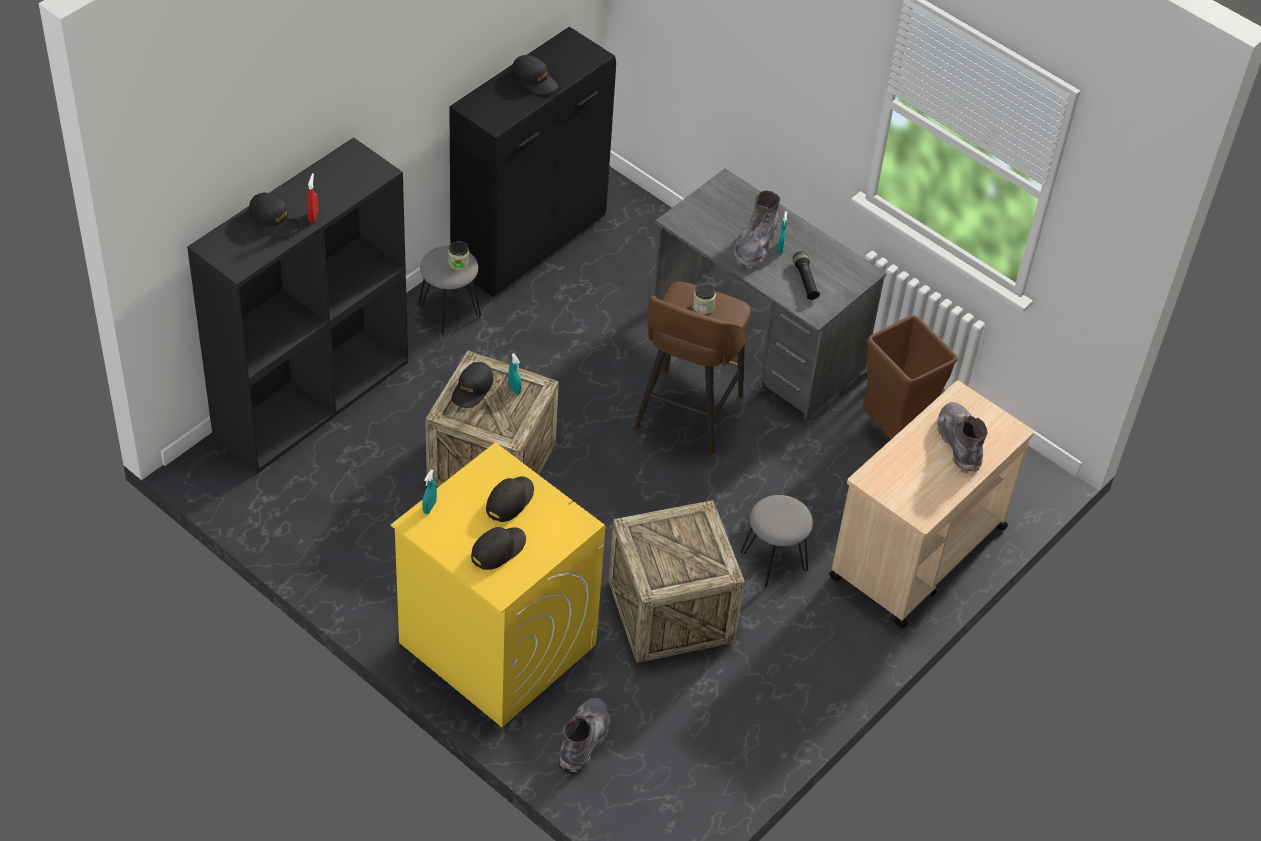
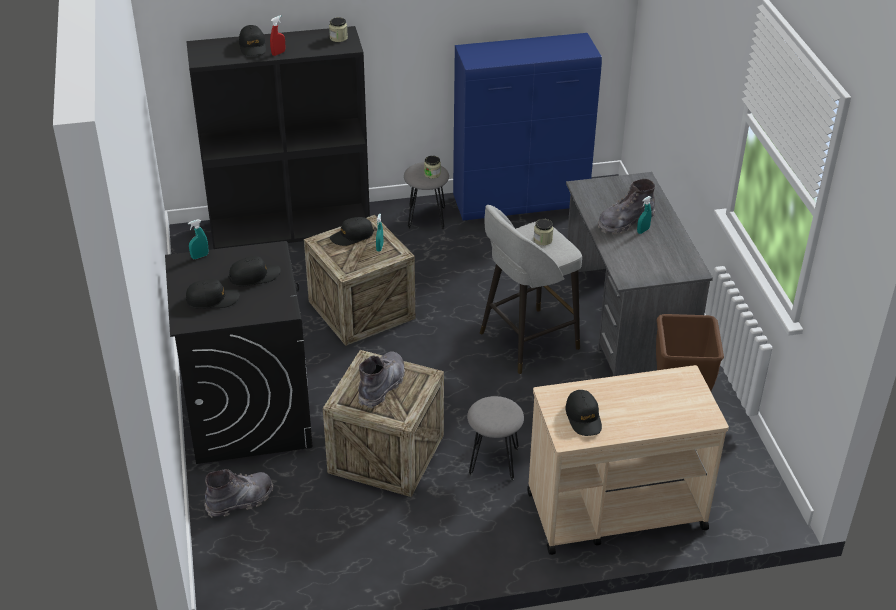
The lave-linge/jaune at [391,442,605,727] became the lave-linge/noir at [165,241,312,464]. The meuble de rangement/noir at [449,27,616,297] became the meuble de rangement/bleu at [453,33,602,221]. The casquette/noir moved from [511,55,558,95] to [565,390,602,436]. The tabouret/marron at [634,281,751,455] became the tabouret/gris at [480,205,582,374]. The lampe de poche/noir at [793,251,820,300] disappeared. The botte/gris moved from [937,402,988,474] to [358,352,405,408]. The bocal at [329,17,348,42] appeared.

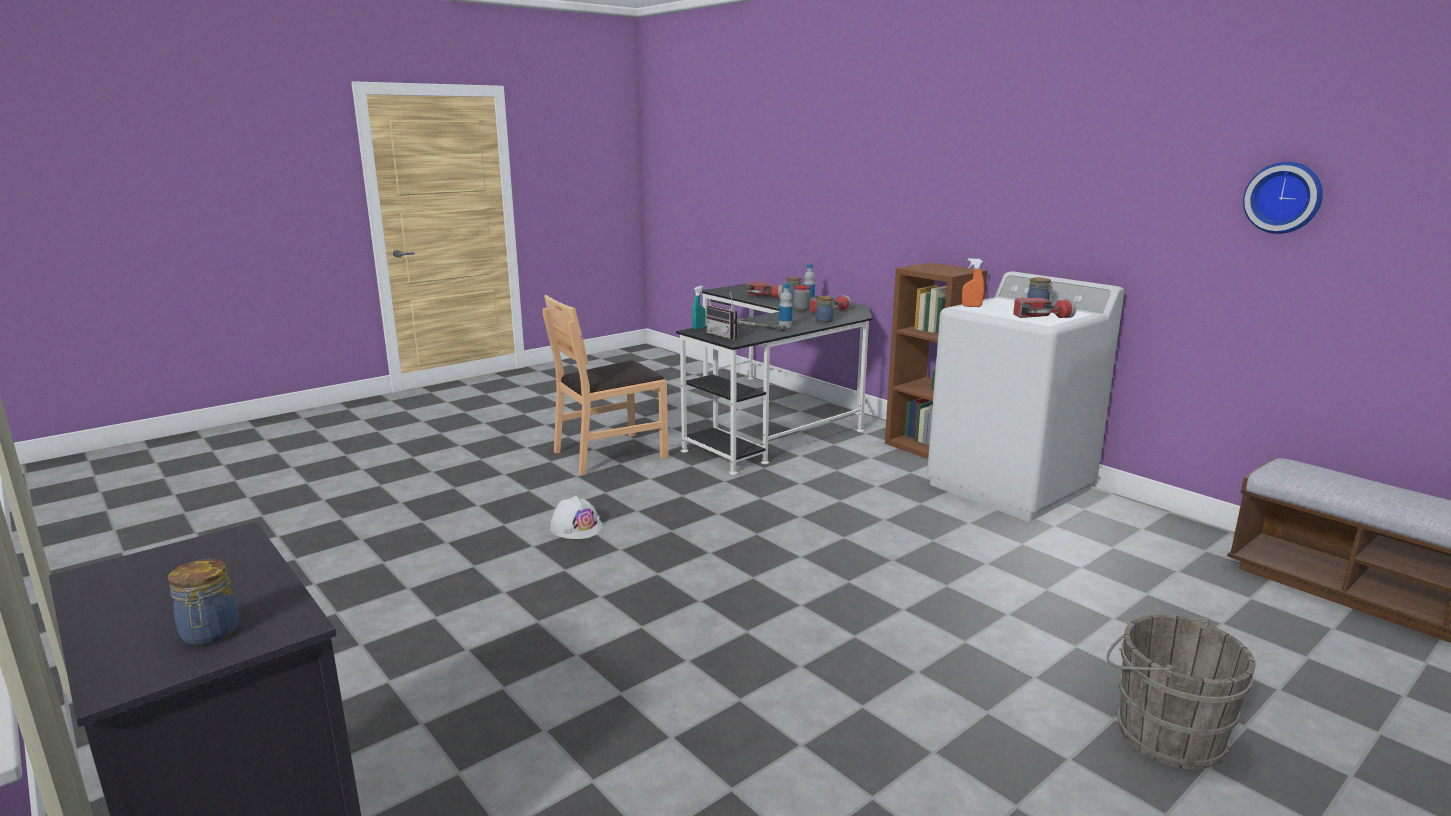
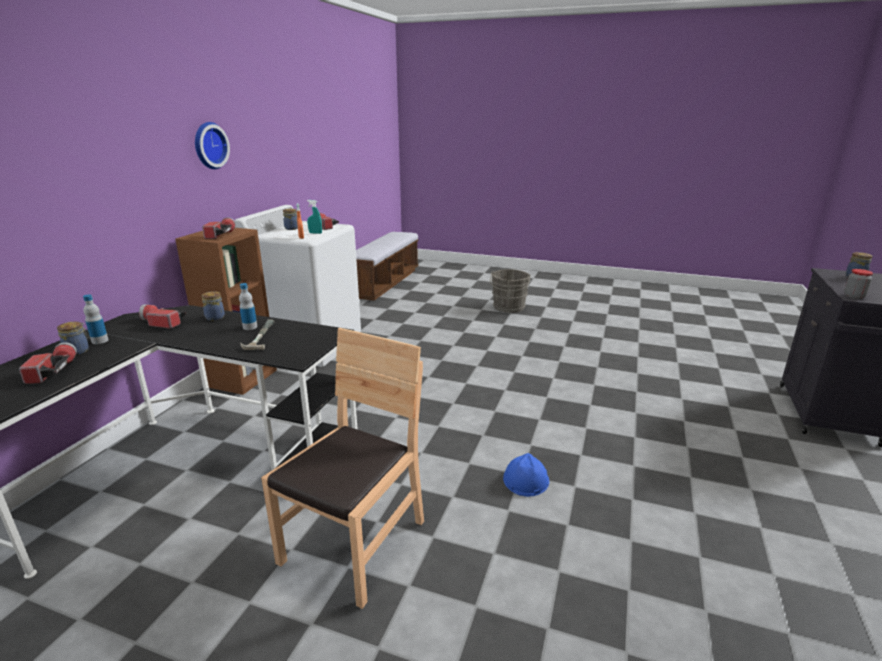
The chaise/marron at [542,295,669,475] turned 90 degrees counterclockwise. The casque de chantier/blanc at [550,496,603,539] became the casque de chantier/bleu at [503,453,549,497]. The vaporisateur/turquoise moved from [692,286,706,330] to [307,200,322,234]. The radio at [706,290,737,339] disappeared. The bocal moved from [794,285,810,311] to [844,269,873,299]. The horloge murale moved from [1243,162,1323,234] to [195,122,230,169]. The lampe de poche at [202,217,236,239] appeared.

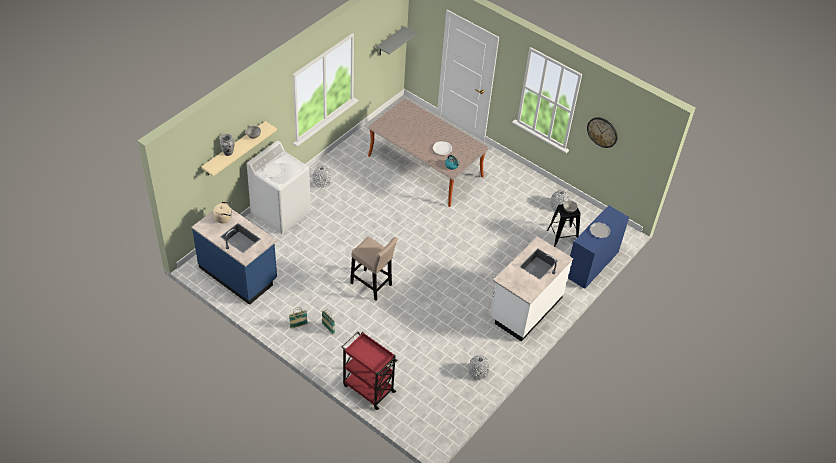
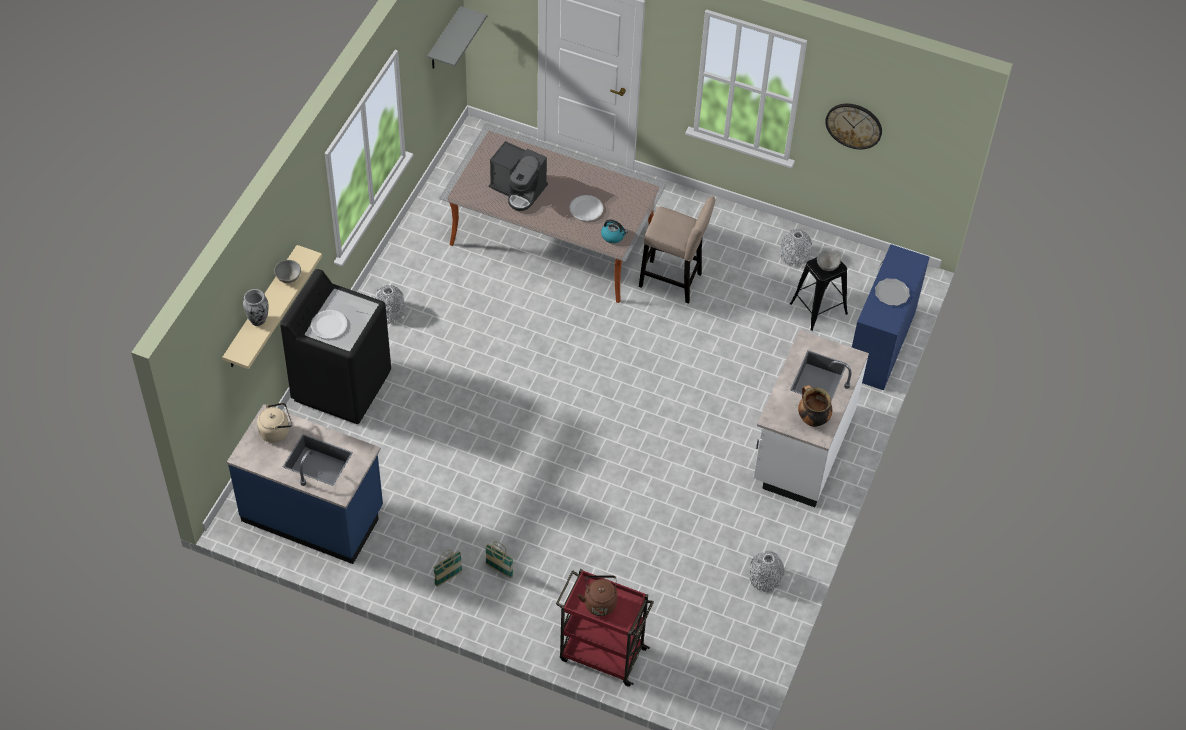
The lave-linge/blanc at [247,141,311,234] became the lave-linge/noir at [280,269,391,424]. The tabouret/beige moved from [350,237,398,301] to [639,197,715,304]. The machine à café at [489,141,548,211] appeared. The bouilloire/marron at [577,575,617,616] appeared. The marmite at [798,385,832,427] appeared.

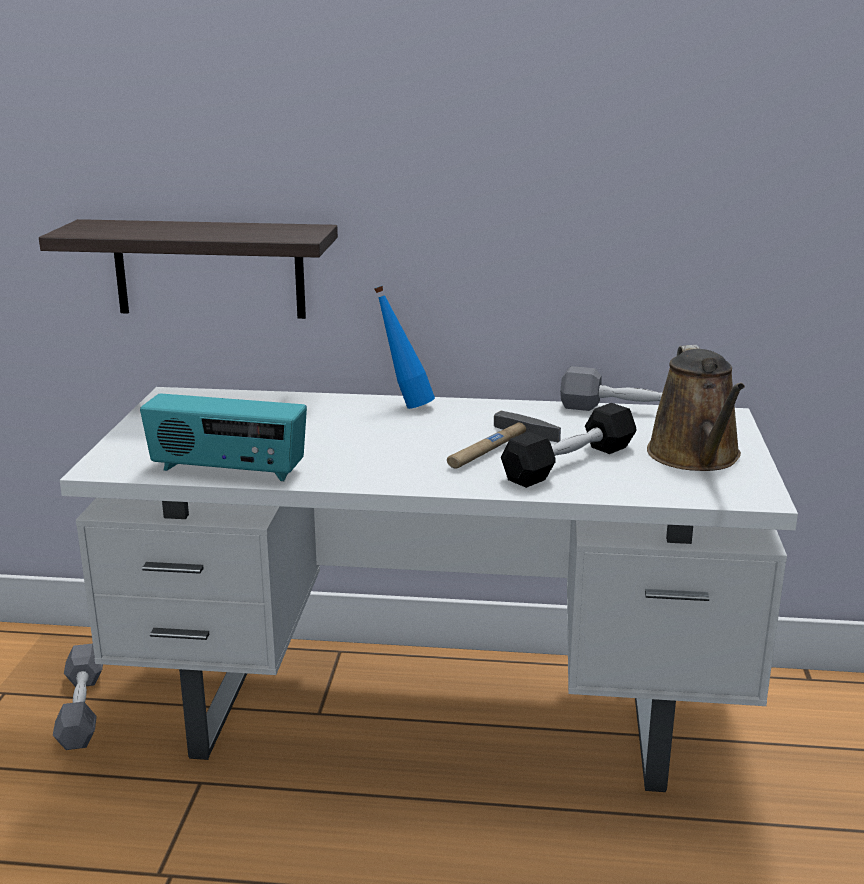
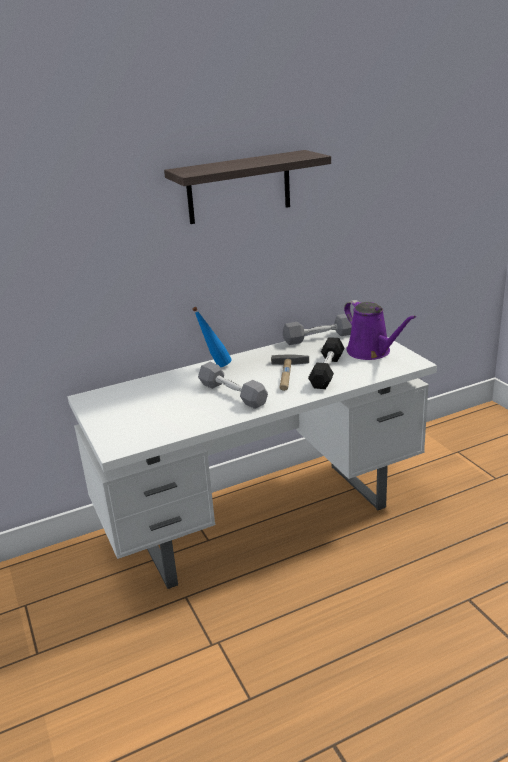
The étagère moved from [39,219,338,319] to [164,150,331,224]. The haltère/gris moved from [53,644,103,750] to [198,362,268,409]. The radio at [140,393,307,481] disappeared. The arrosoir/marron at [647,345,745,471] became the arrosoir/violet at [344,300,416,360].

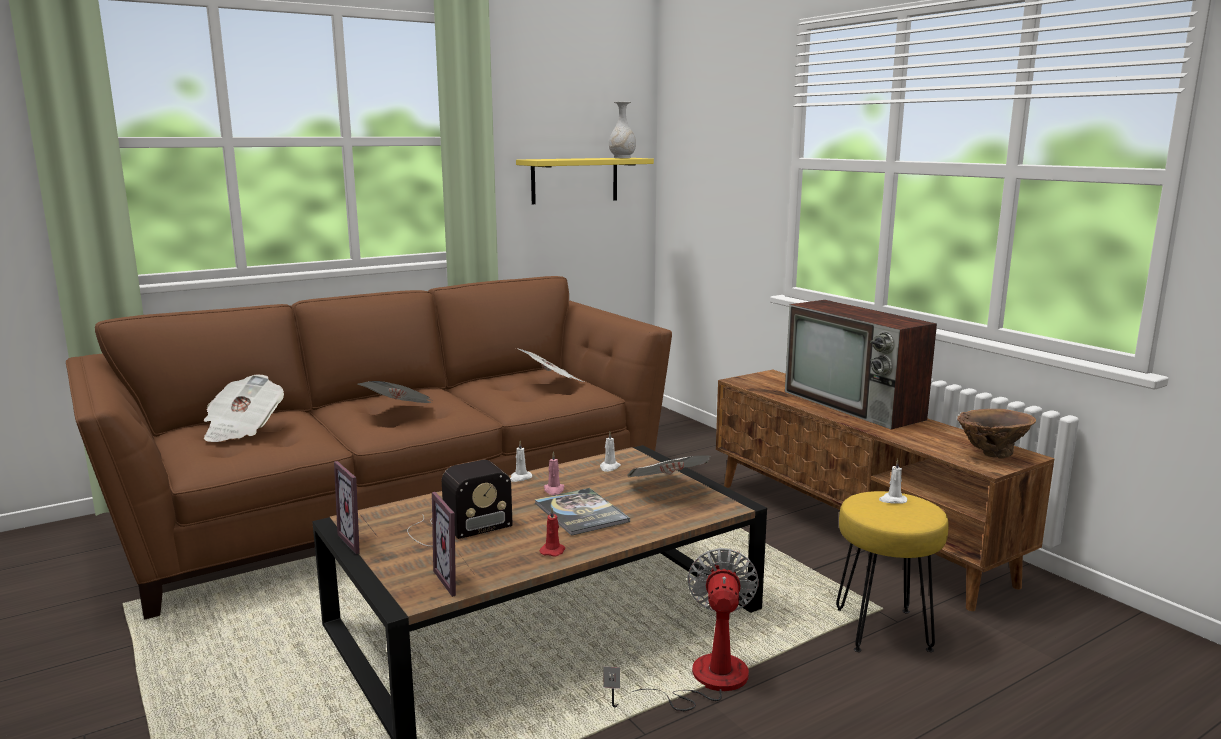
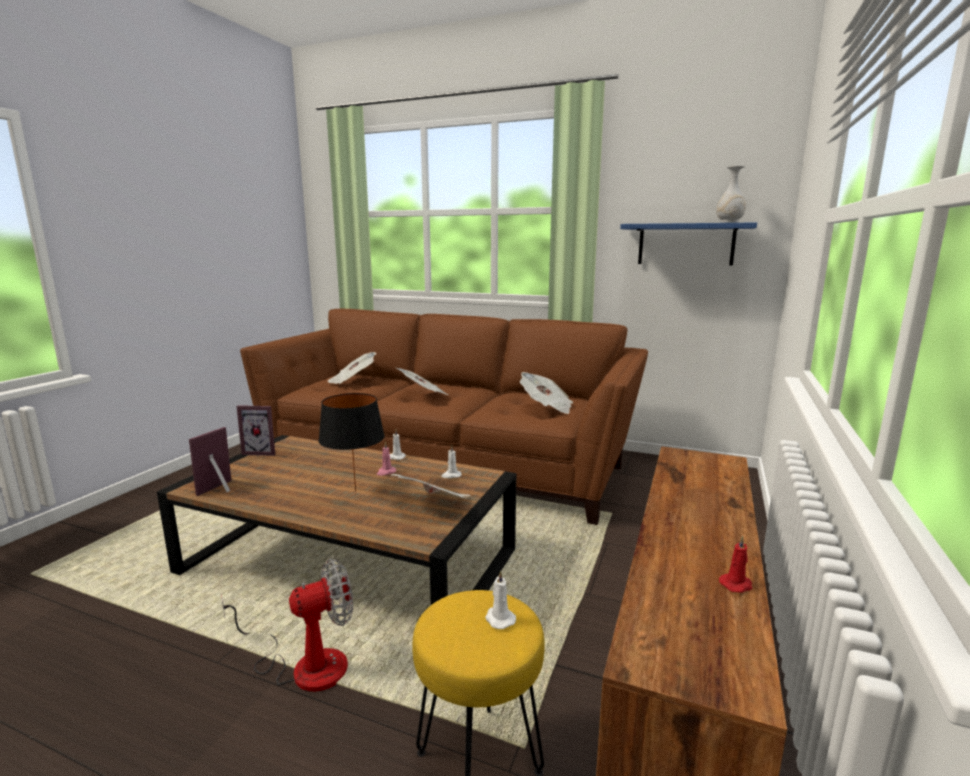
The cadre photo at [334,461,375,554] turned 105 degrees counterclockwise. The radio at [407,460,513,547] disappeared. The étagère/jaune at [516,158,654,204] became the étagère/bleu at [620,222,757,265]. The livre at [535,488,630,536] was replaced by the lampe de table/noir at [318,393,385,492]. The bougie/rouge moved from [539,508,565,556] to [719,536,752,593]. The téléviseur at [785,300,937,429] disappeared. The vase/marron at [957,409,1036,459] disappeared.

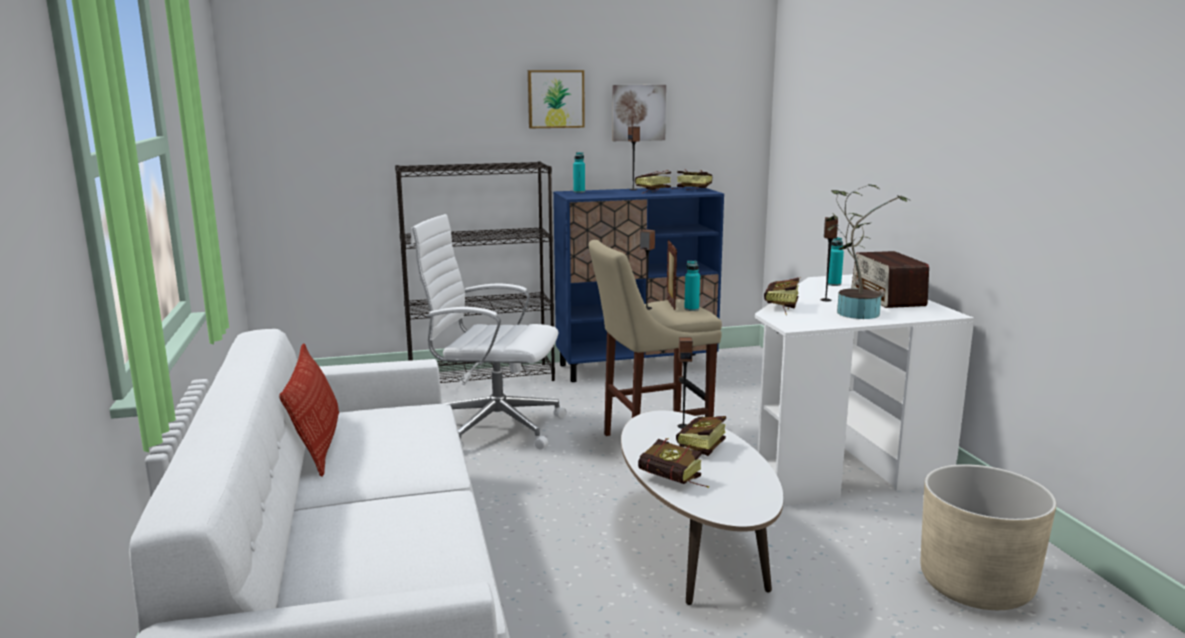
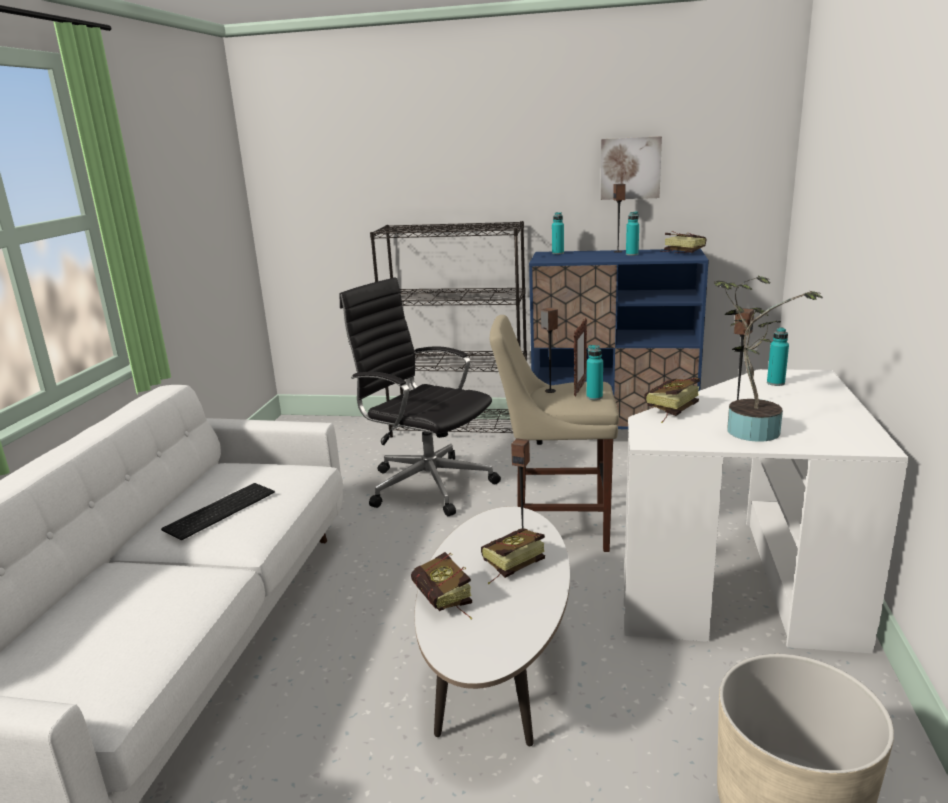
The coussin at [279,343,339,477] disappeared. The chaise de bureau/blanc at [411,214,567,450] became the chaise de bureau/noir at [339,277,501,516]. The tableau at [528,70,585,128] disappeared. The livre at [635,170,671,194] was replaced by the bouteille/turquoise at [626,211,639,256]. The radio at [852,251,929,308] disappeared. The clavier at [161,483,275,540] appeared.

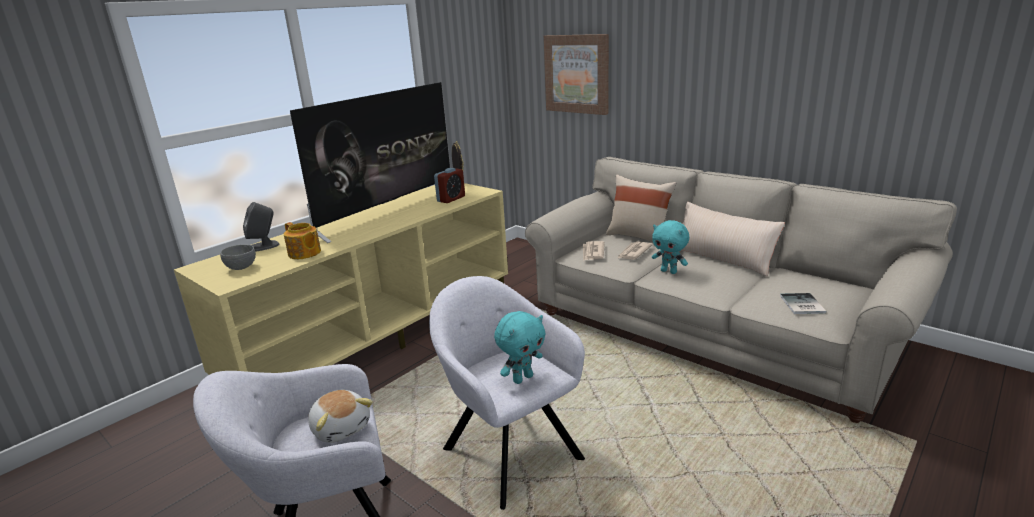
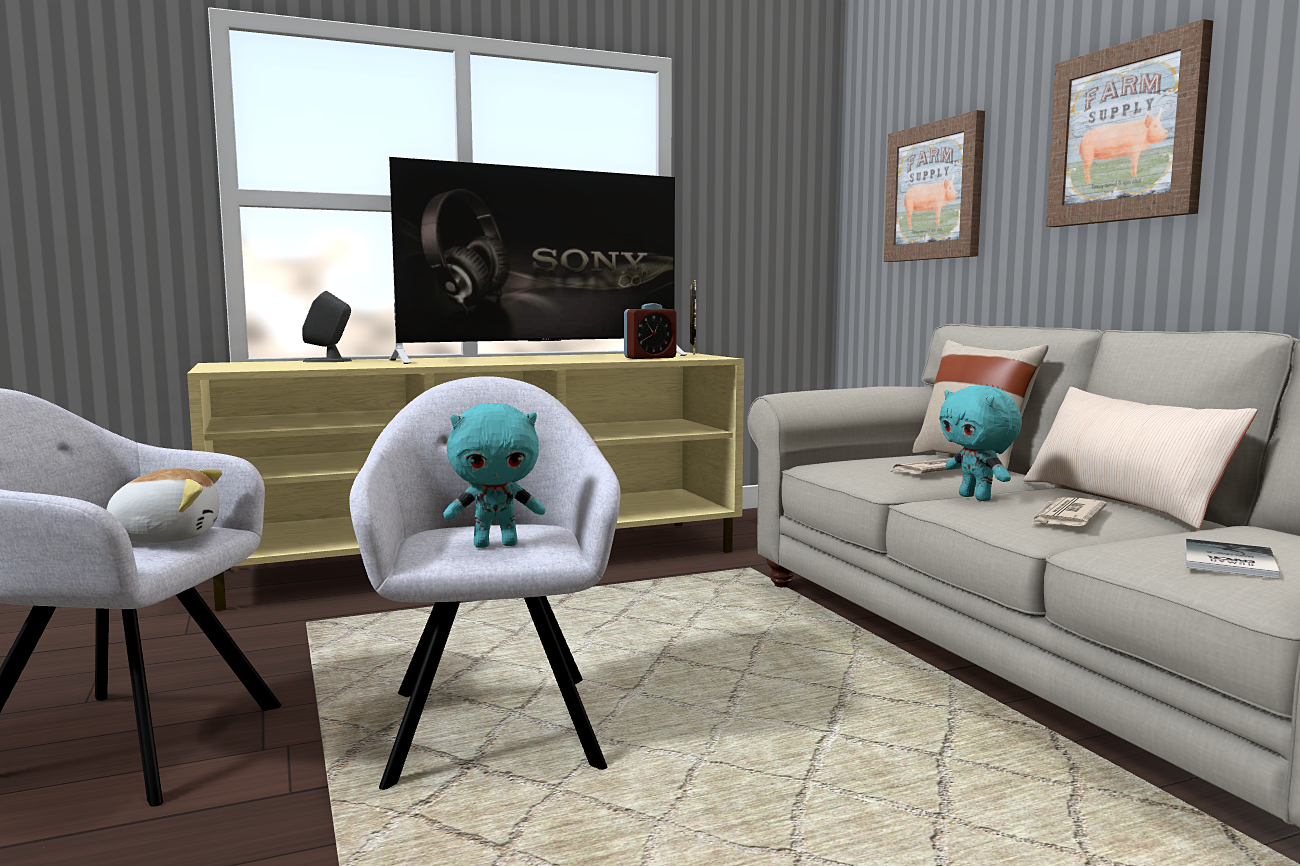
The bol/gris at [220,245,256,270] disappeared. The théière at [284,222,321,259] disappeared. The peluche at [308,390,373,443] turned 90 degrees counterclockwise. The journal moved from [583,241,605,261] to [1031,497,1107,526]. The tableau at [1046,19,1213,227] appeared.

